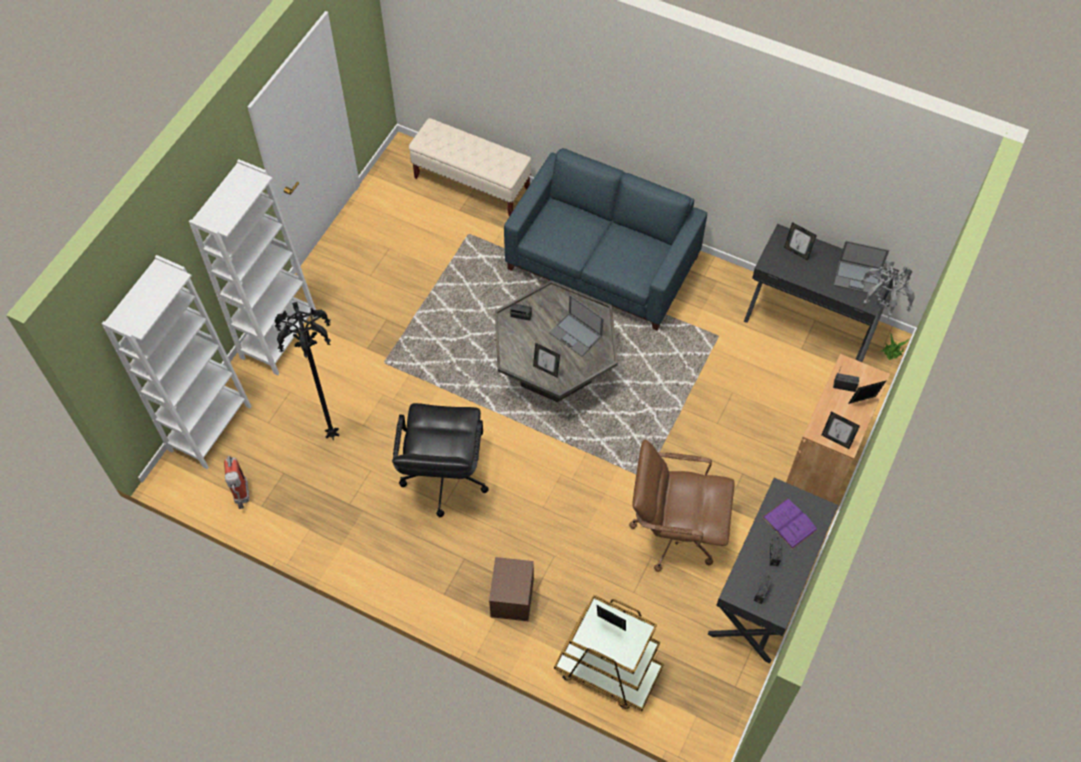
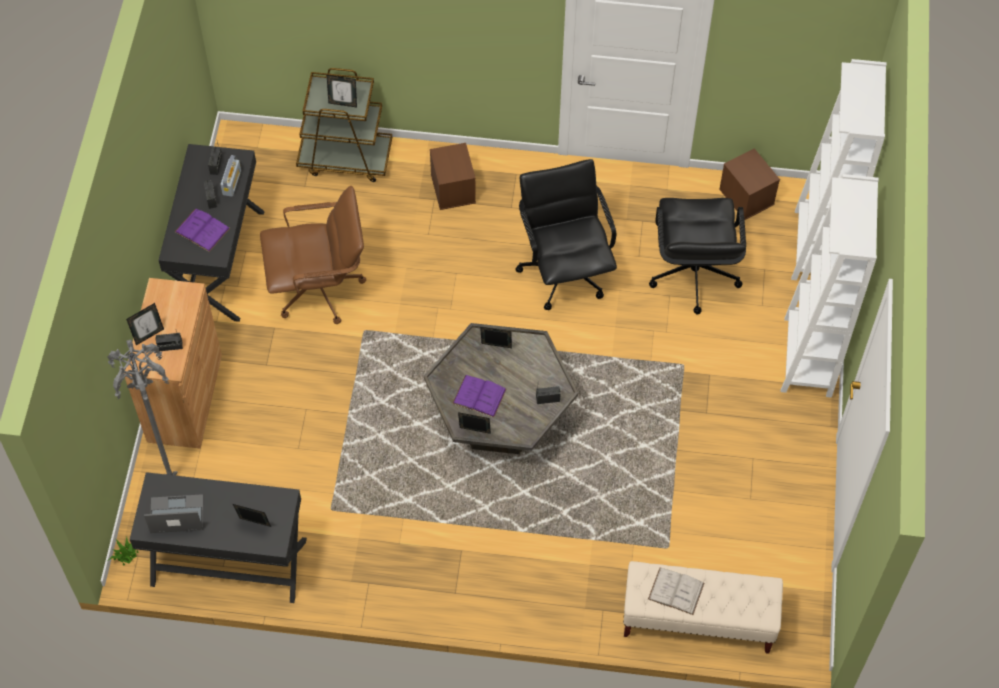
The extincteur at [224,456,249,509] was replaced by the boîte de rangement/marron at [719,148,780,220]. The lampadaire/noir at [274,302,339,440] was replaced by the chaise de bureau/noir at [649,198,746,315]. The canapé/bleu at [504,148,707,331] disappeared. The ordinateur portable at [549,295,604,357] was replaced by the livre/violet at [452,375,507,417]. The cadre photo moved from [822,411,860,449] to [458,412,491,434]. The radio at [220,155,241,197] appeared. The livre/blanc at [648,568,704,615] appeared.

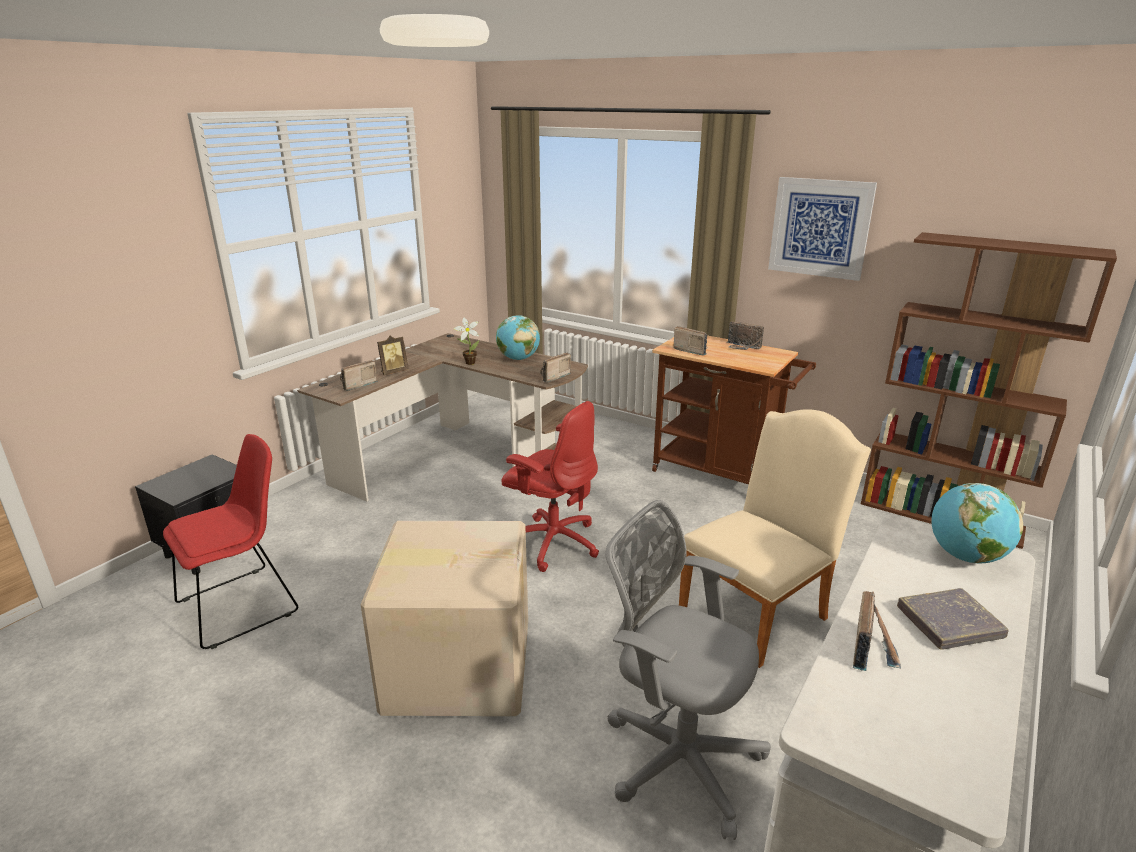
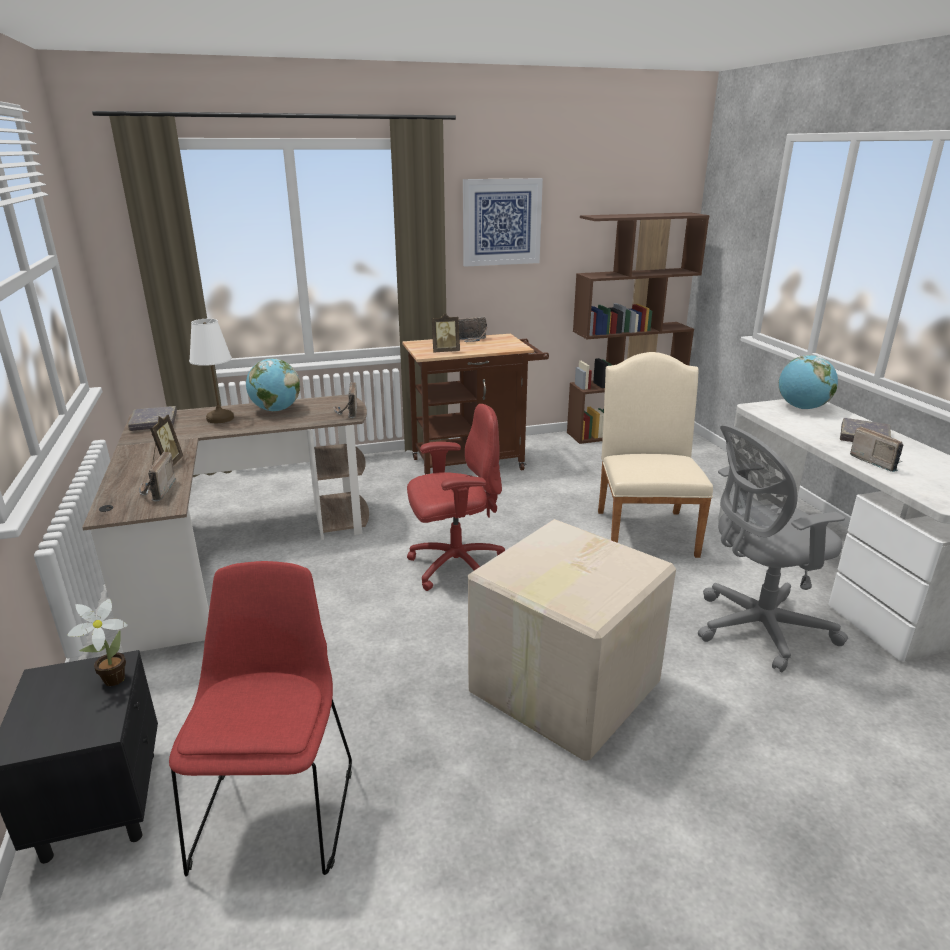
The plante en pot moved from [454,318,480,365] to [67,599,128,686]. The radio at [673,326,708,356] was replaced by the cadre photo at [432,314,460,352]. The livre/gris at [128,406,177,431] appeared. The lampe de table/blanc at [189,319,234,423] appeared.

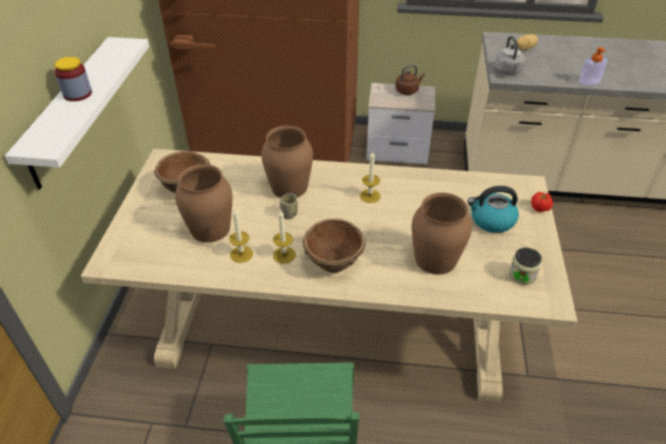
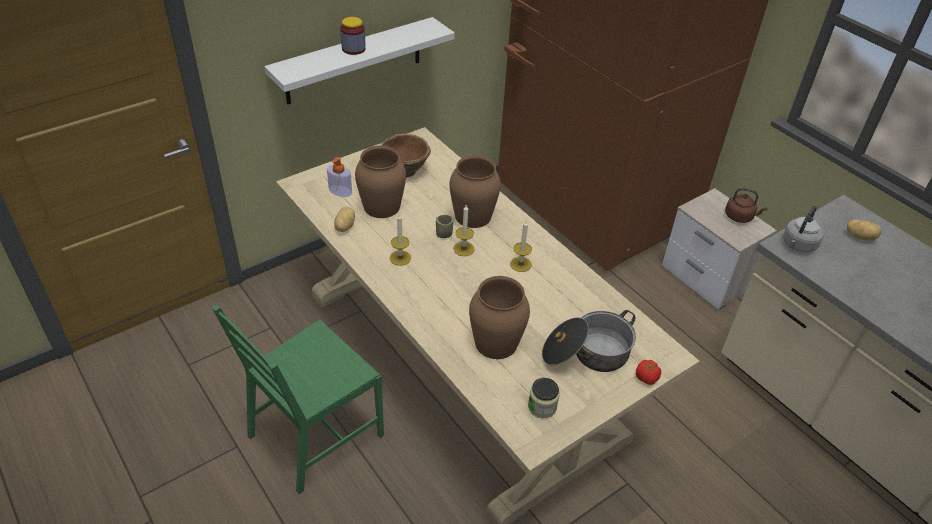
The bougie moved from [229,208,253,263] to [453,205,474,256]. The bol/marron at [303,218,365,273] disappeared. The bouilloire at [467,186,519,233] was replaced by the marmite at [542,310,636,372]. The distributeur de savon moved from [579,47,608,85] to [327,157,352,197]. The pomme de terre at [334,207,355,232] appeared.

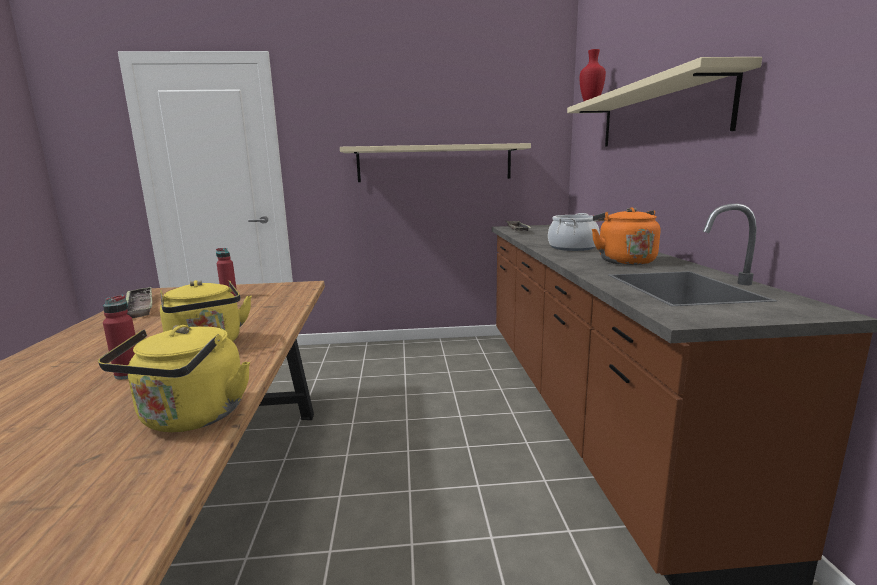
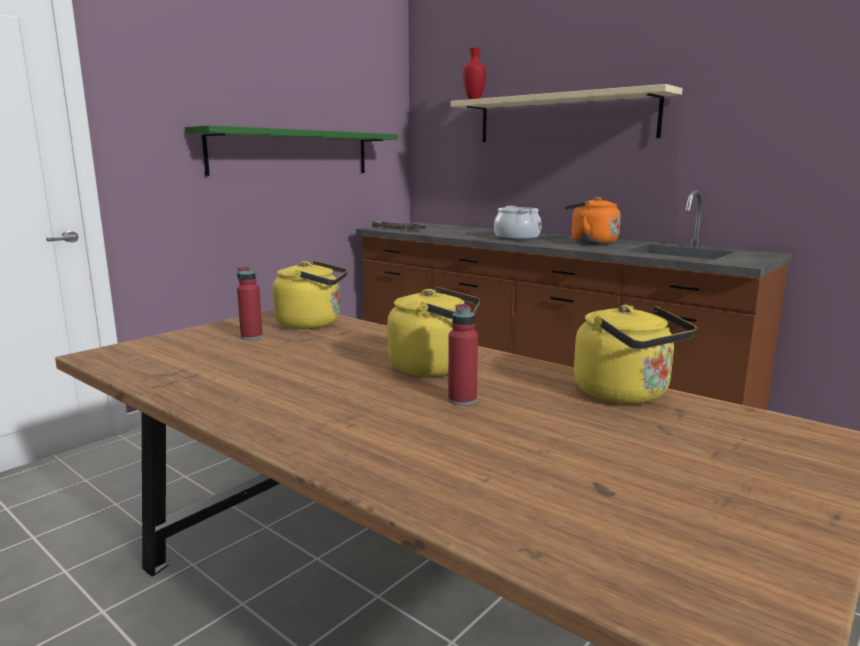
The plateau at [126,287,152,318] disappeared. The étagère/beige at [340,143,531,182] became the étagère/vert at [185,125,398,176]. The bouilloire/jaune at [272,261,348,329] appeared.

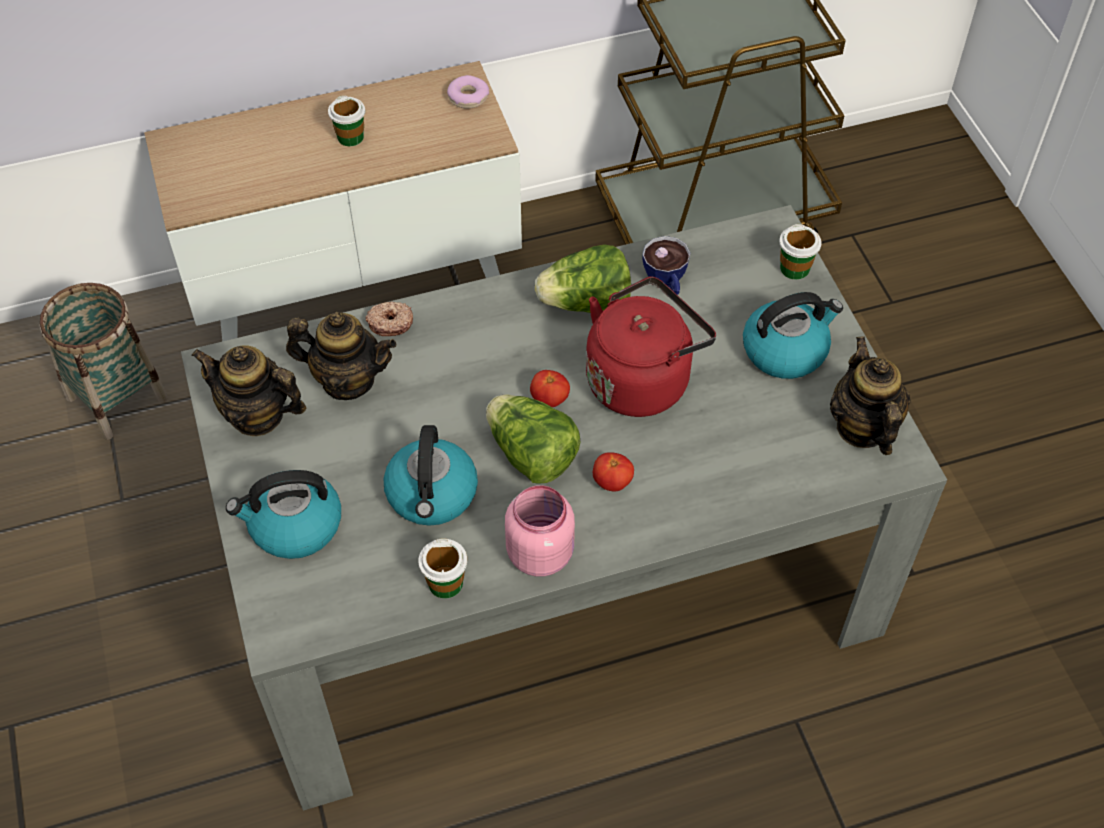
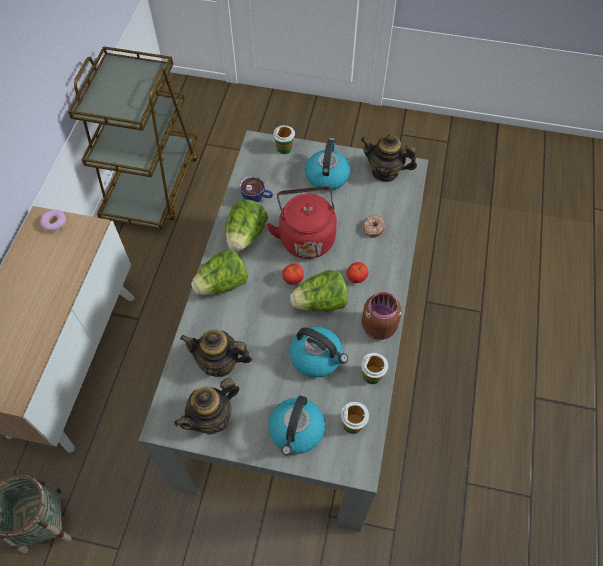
The théière at [286,312,396,400] turned 120 degrees counterclockwise. The tasse moved from [328,95,365,146] to [341,402,369,434]. The beignet moved from [365,301,413,336] to [363,214,386,238]. The bocal/rose at [505,485,575,577] became the bocal/marron at [362,292,402,340]. The laitue at [191,250,248,295] appeared.

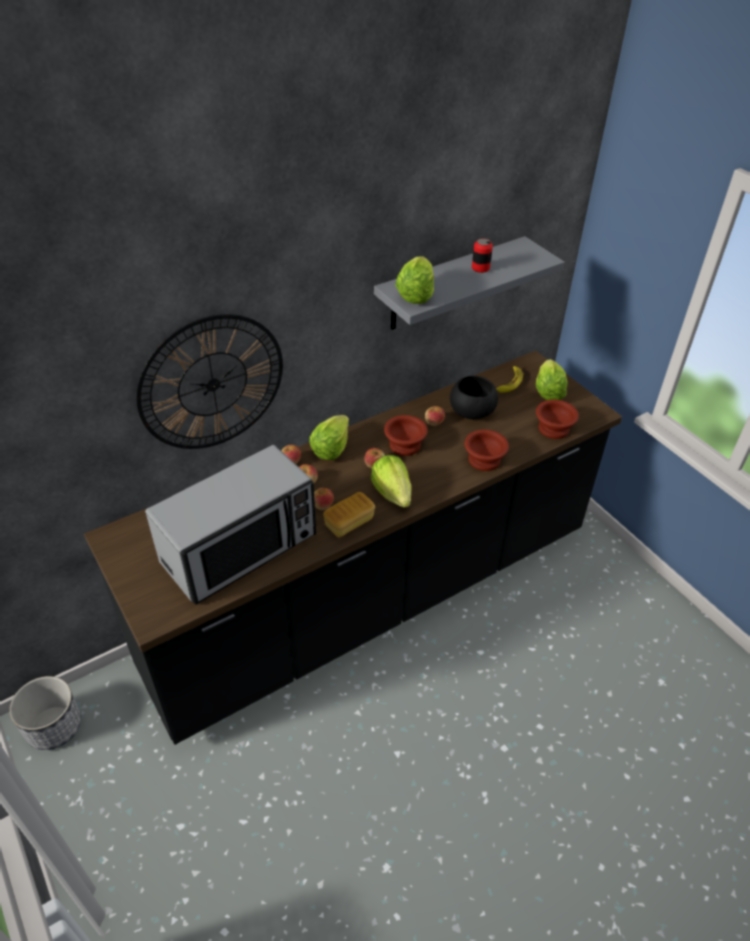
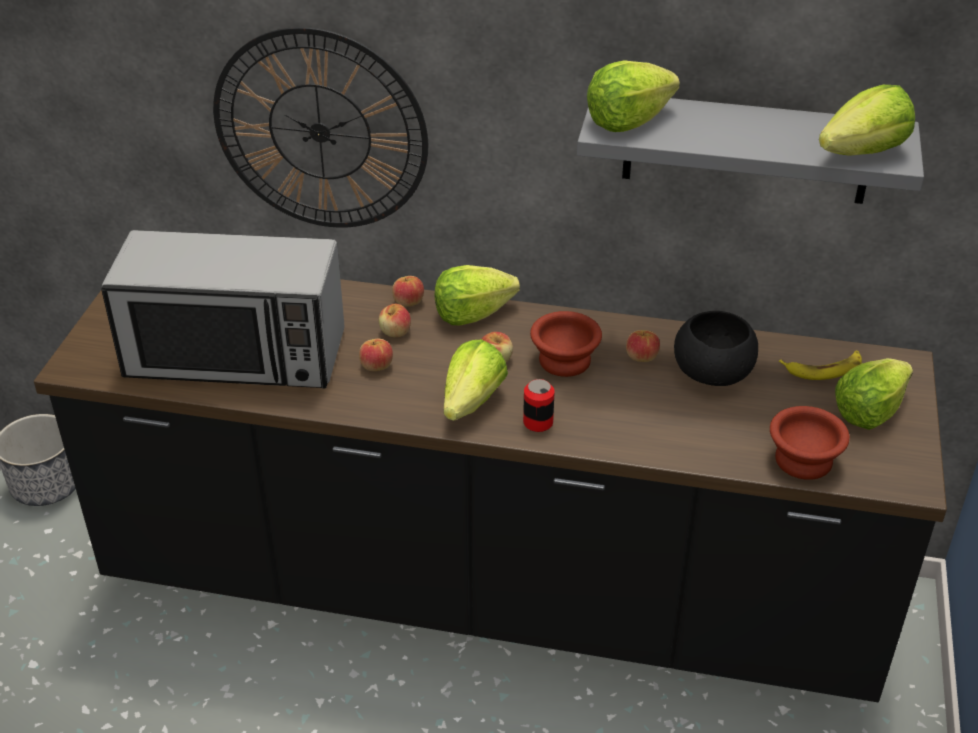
The pain at [323,492,375,538] disappeared. The bol/marron at [464,429,509,471] disappeared. The boîte métallique moved from [472,238,493,273] to [523,379,555,432]. The laitue at [819,85,915,156] appeared.

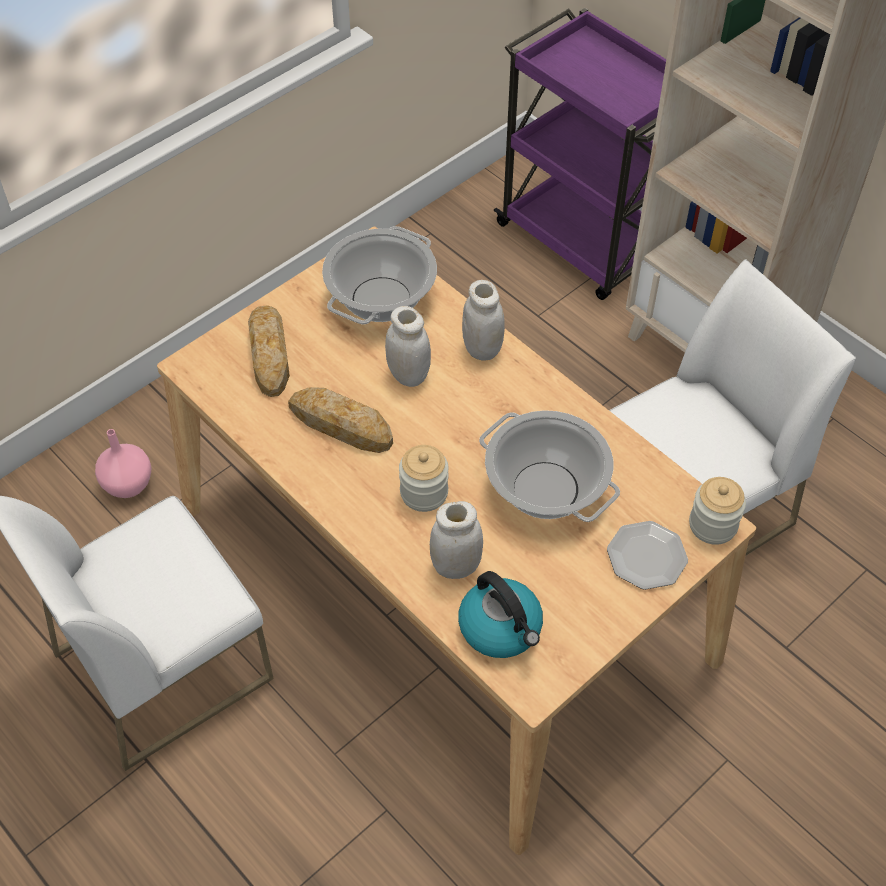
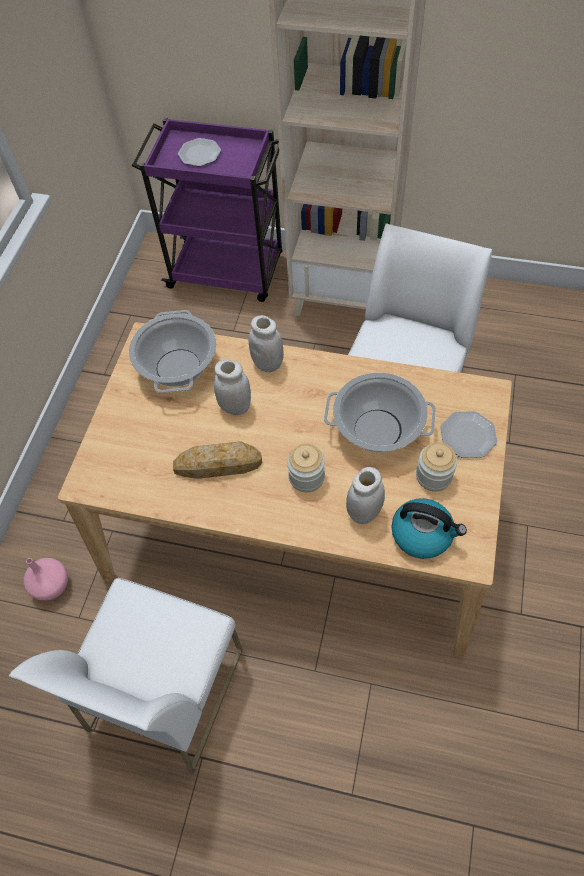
The pain at [248,305,290,397] disappeared. The bocal moved from [689,477,746,545] to [416,442,457,492]. The assiette at [178,138,221,167] appeared.

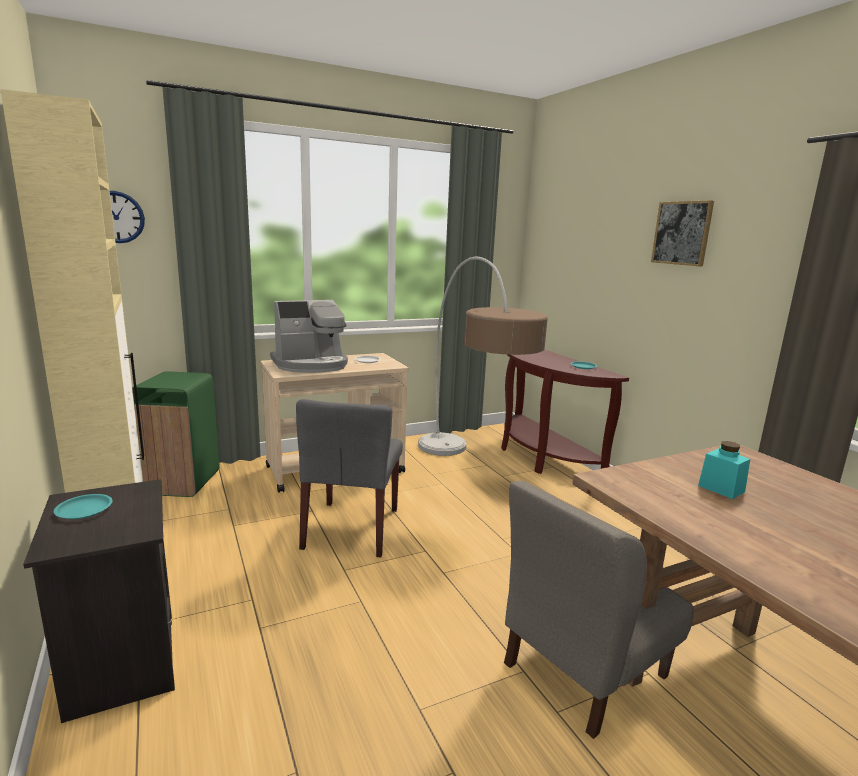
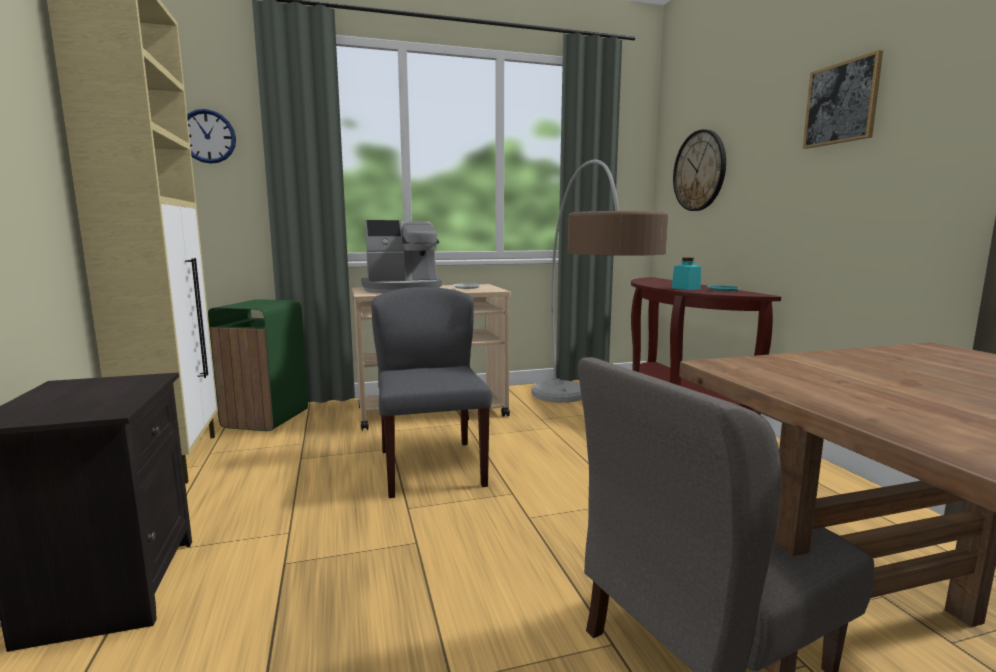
The assiette/turquoise at [54,494,113,519] disappeared. The chaise/gris at [296,399,403,558] turned 150 degrees clockwise. The bocal/turquoise moved from [698,441,750,499] to [672,258,701,290]. The horloge murale at [673,129,726,211] appeared.

